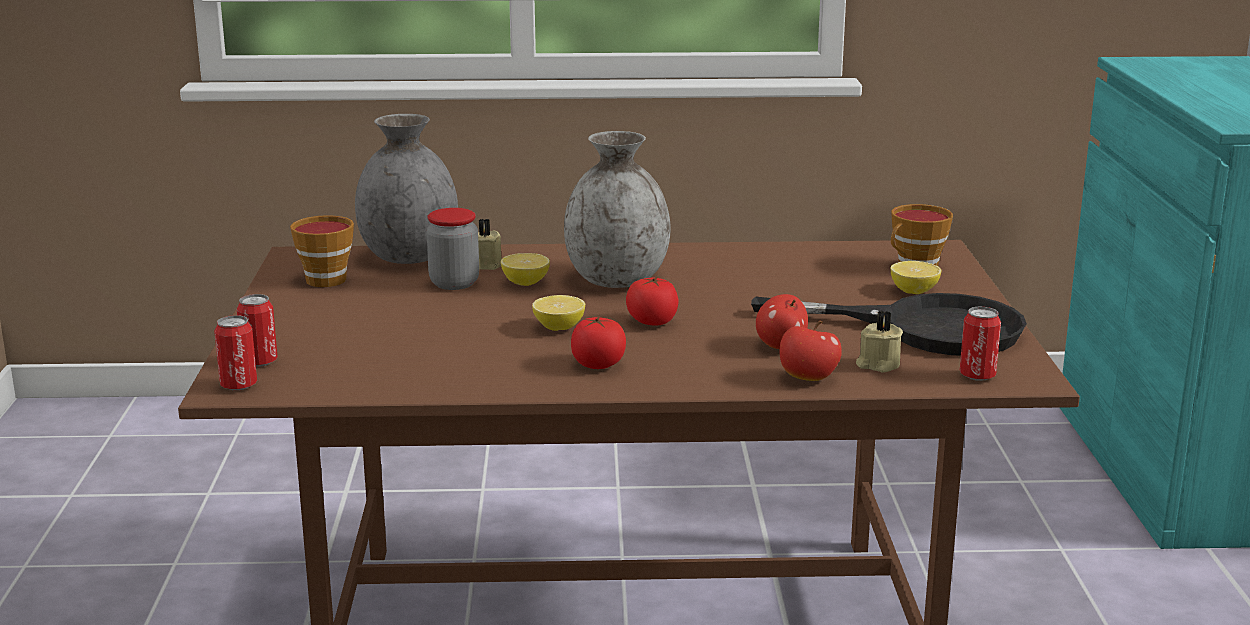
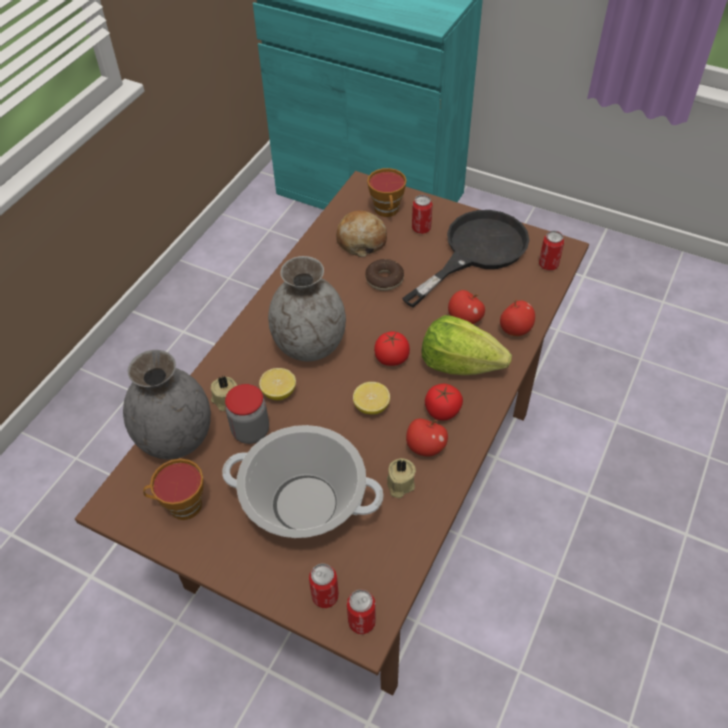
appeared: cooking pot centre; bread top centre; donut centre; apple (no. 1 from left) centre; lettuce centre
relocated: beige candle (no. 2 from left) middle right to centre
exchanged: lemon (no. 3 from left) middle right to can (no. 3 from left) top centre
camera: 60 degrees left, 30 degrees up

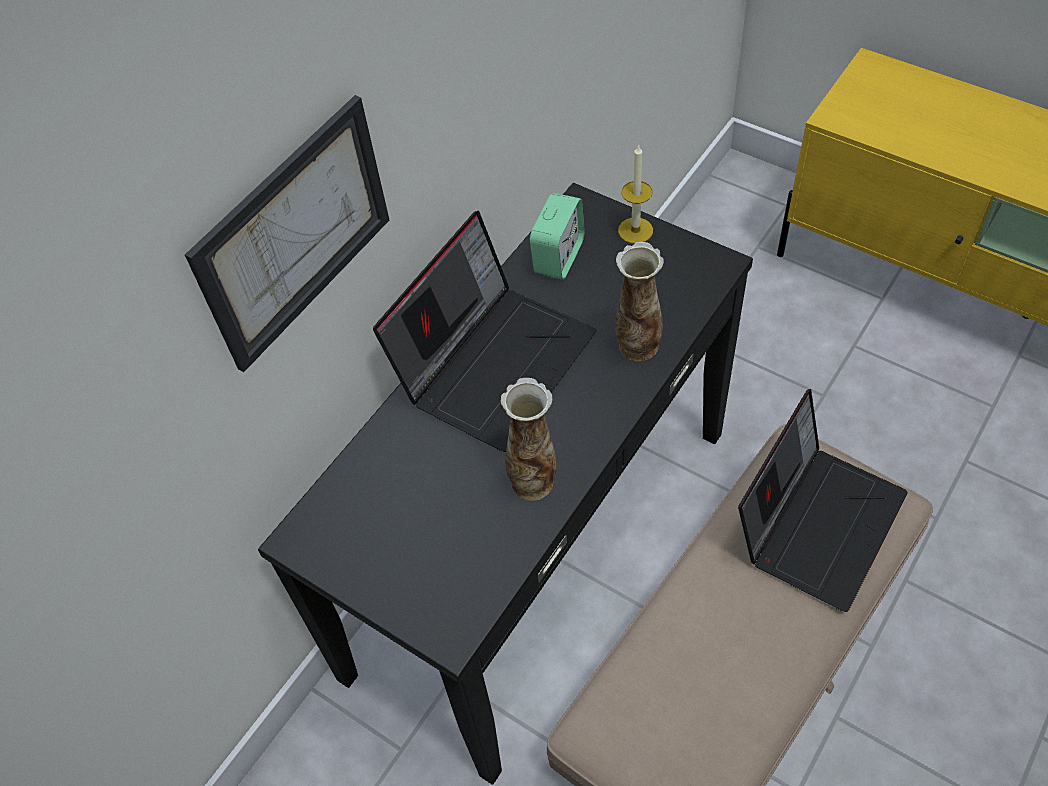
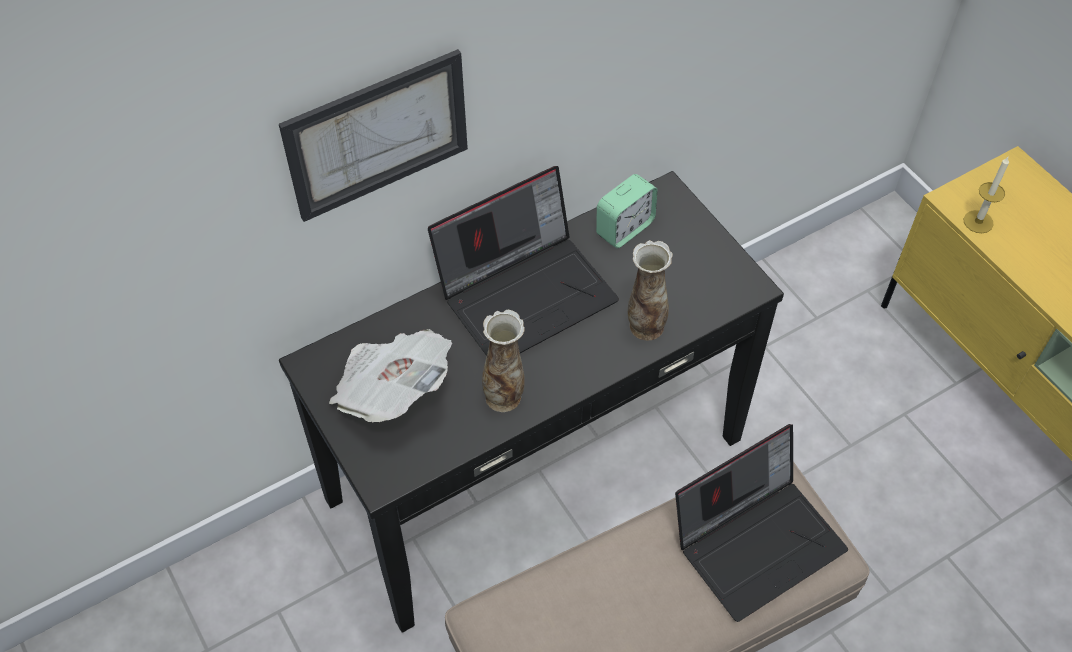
appeared: newspaper centre
relocated: candle top centre to top right
camera: 20 degrees right, 0 degrees up

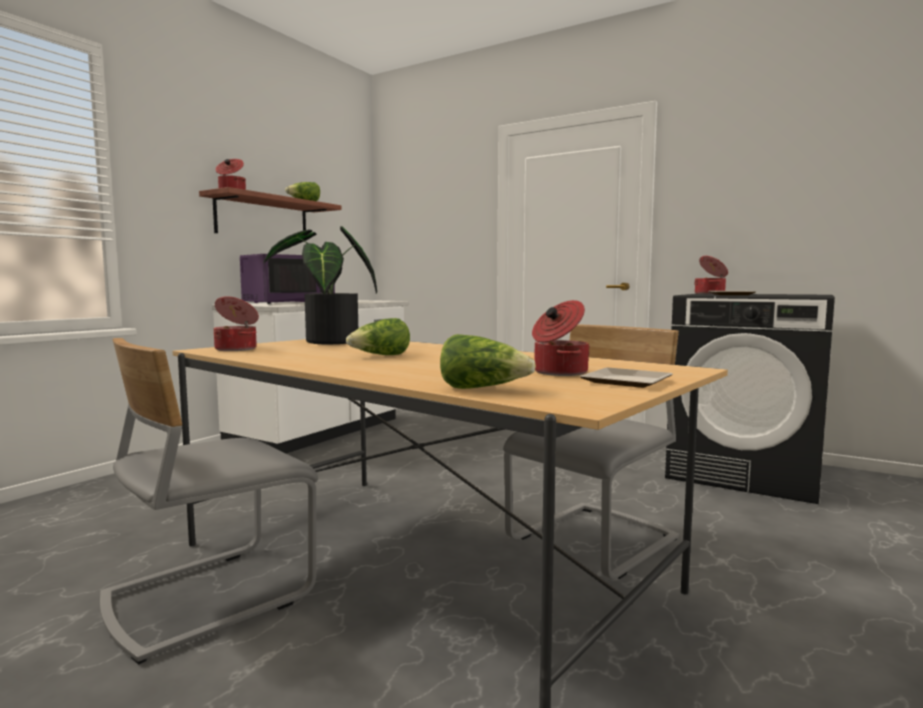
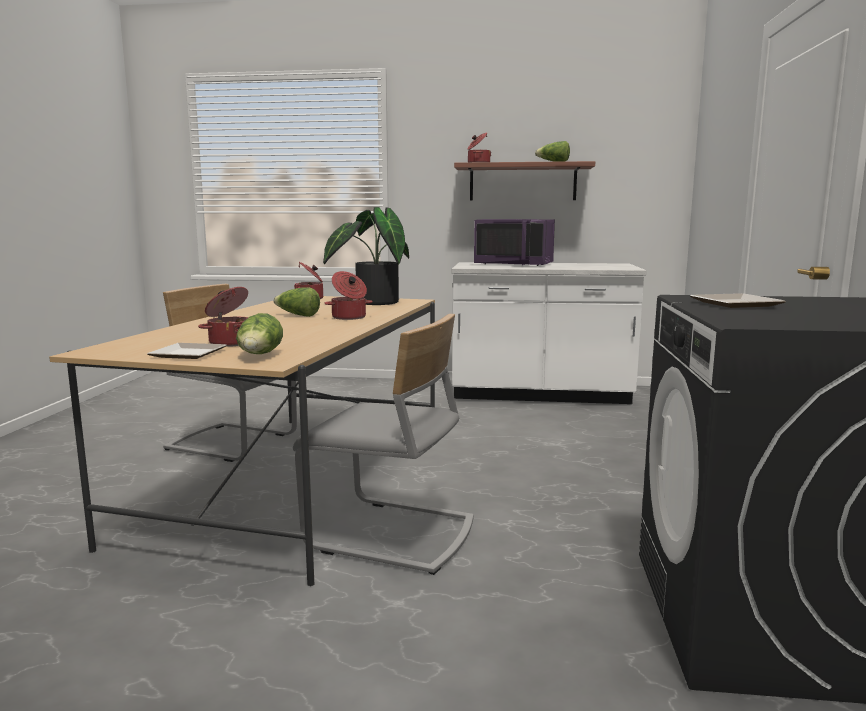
relocated: lettuce (no. 3 from left in the first image) centre to lettuce (no. 1 from left) middle left; cooking pot (no. 4 from left in the first image) middle right to cooking pot (no. 3 from left) centre
camera: 65 degrees right, 5 degrees up

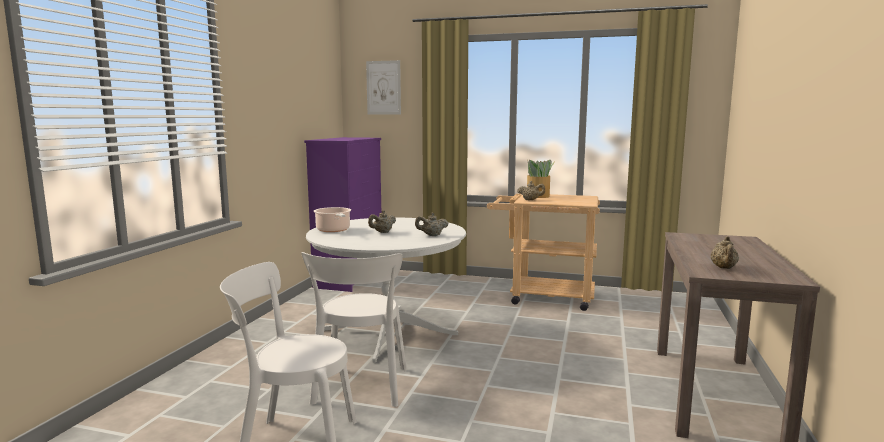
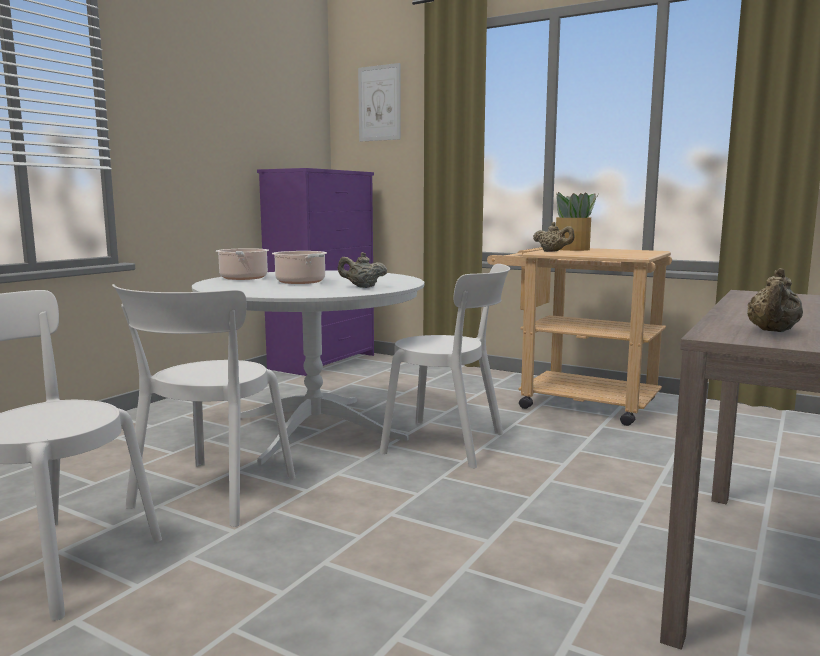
appeared: white chair (no. 3 from left) centre
exchanged: beige teapot (no. 1 from left) centre to cooking pot (no. 2 from left) centre
camera: 15 degrees right, 0 degrees up

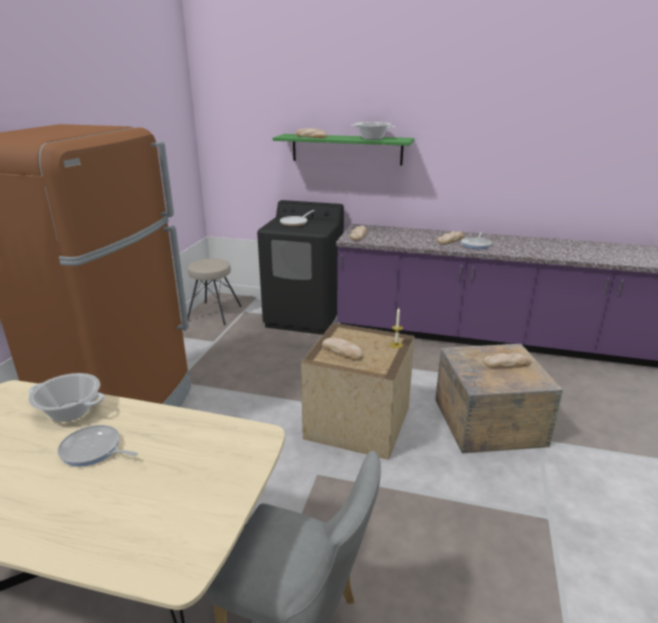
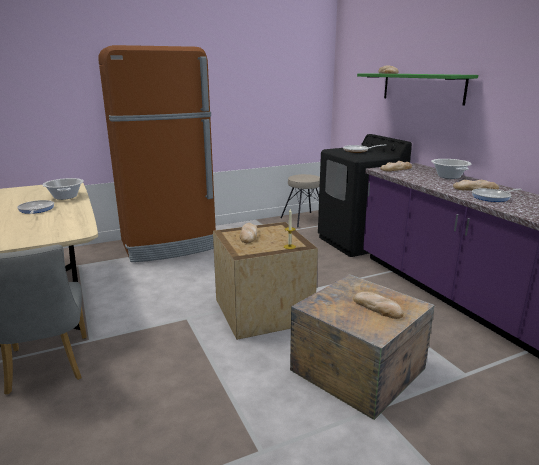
relocated: cooking pot (no. 2 from left) top centre to middle right
camera: 50 degrees right, 5 degrees down

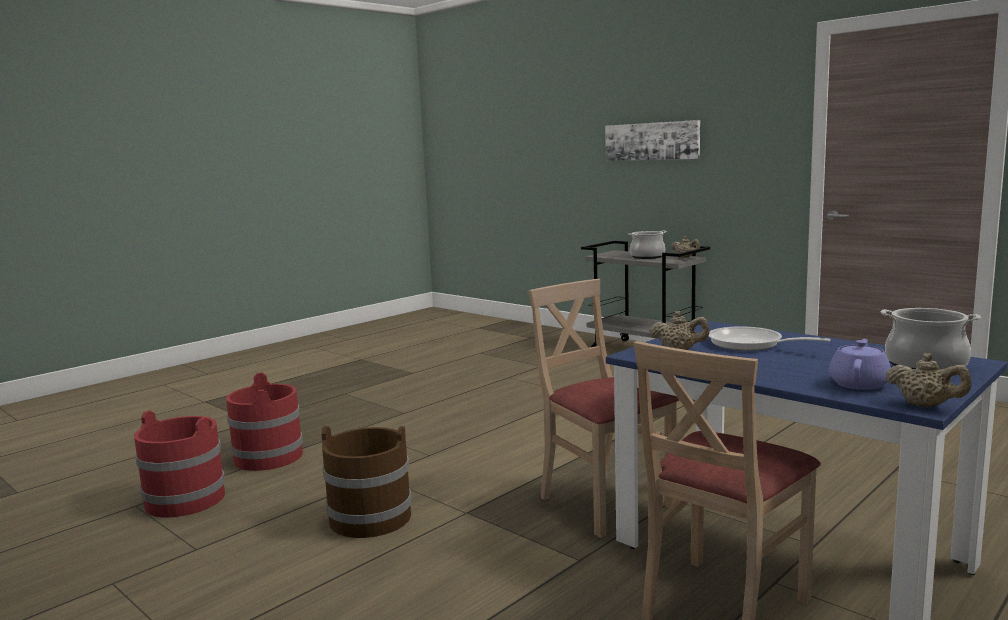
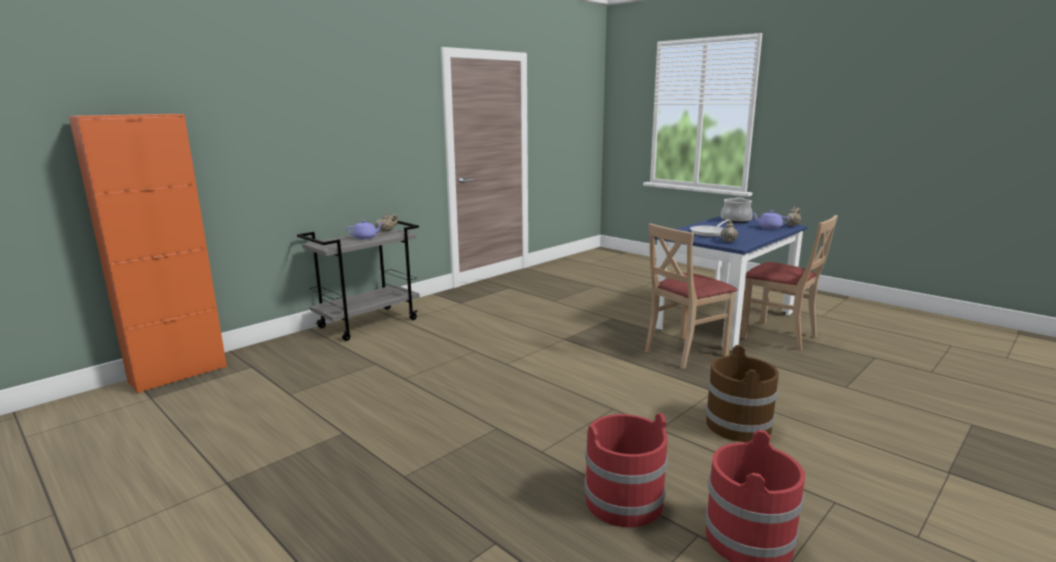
missing: picture top centre
appeared: orange cabinet middle left
exchanged: cooking pot (no. 1 from left) centre to purple teapot (no. 1 from left) centre
camera: 90 degrees left, 5 degrees up

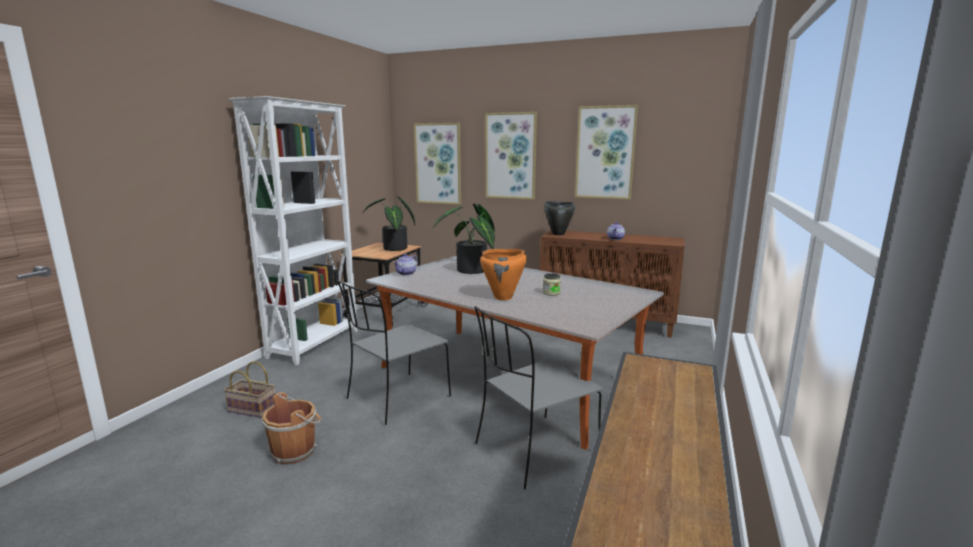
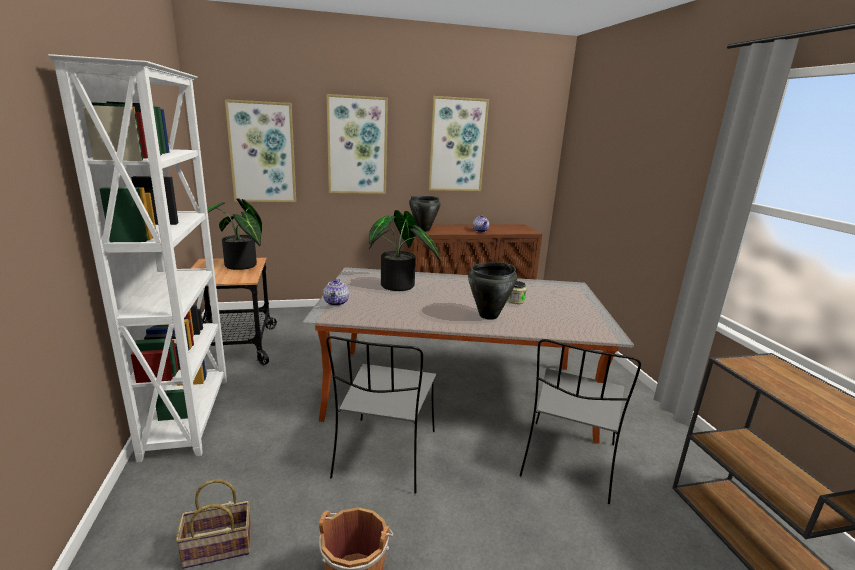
colour: orange cooking pot centre to black cooking pot (no. 2 from left) centre
camera: 35 degrees left, 5 degrees up

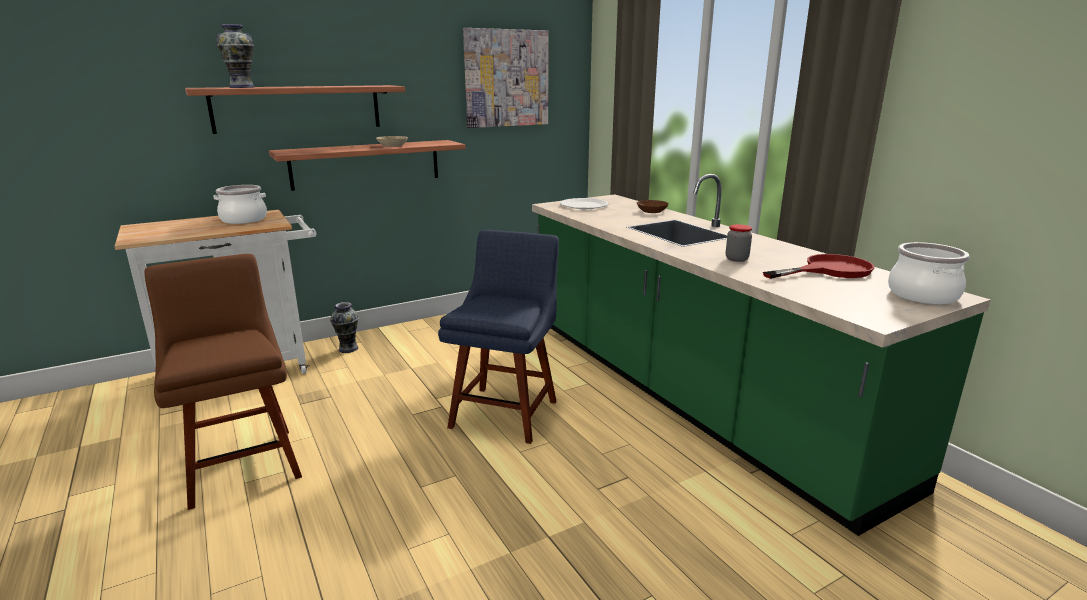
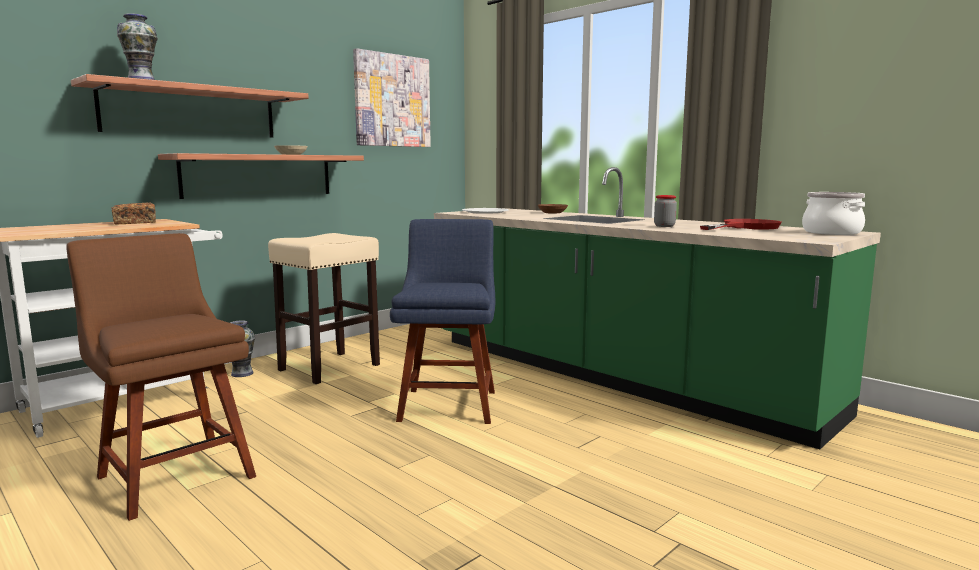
appeared: beige stool middle left
exchanged: cooking pot (no. 1 from left) middle left to bread middle left
camera: 15 degrees left, 10 degrees down

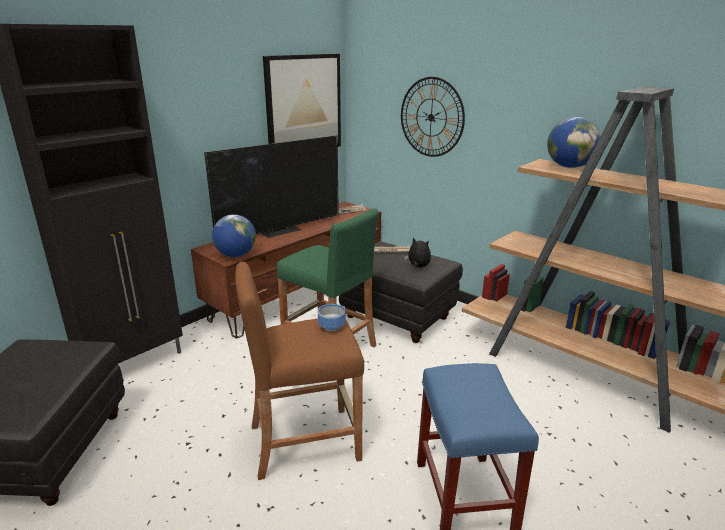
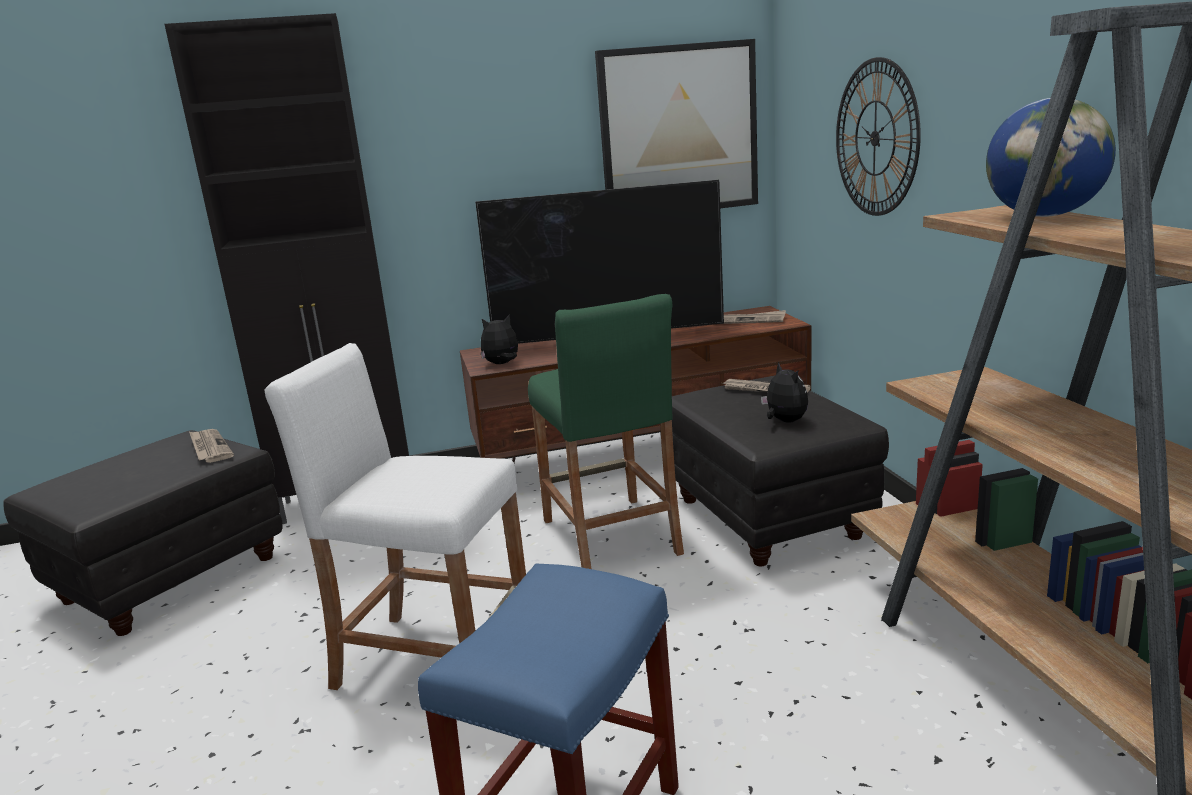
missing: bowl centre
appeared: newspaper (no. 1 from left) middle left
exchanged: globe (no. 1 from left) middle left to plush toy (no. 1 from left) centre
colour: brown stool bottom centre to white stool middle left
camera: 35 degrees right, 5 degrees down

